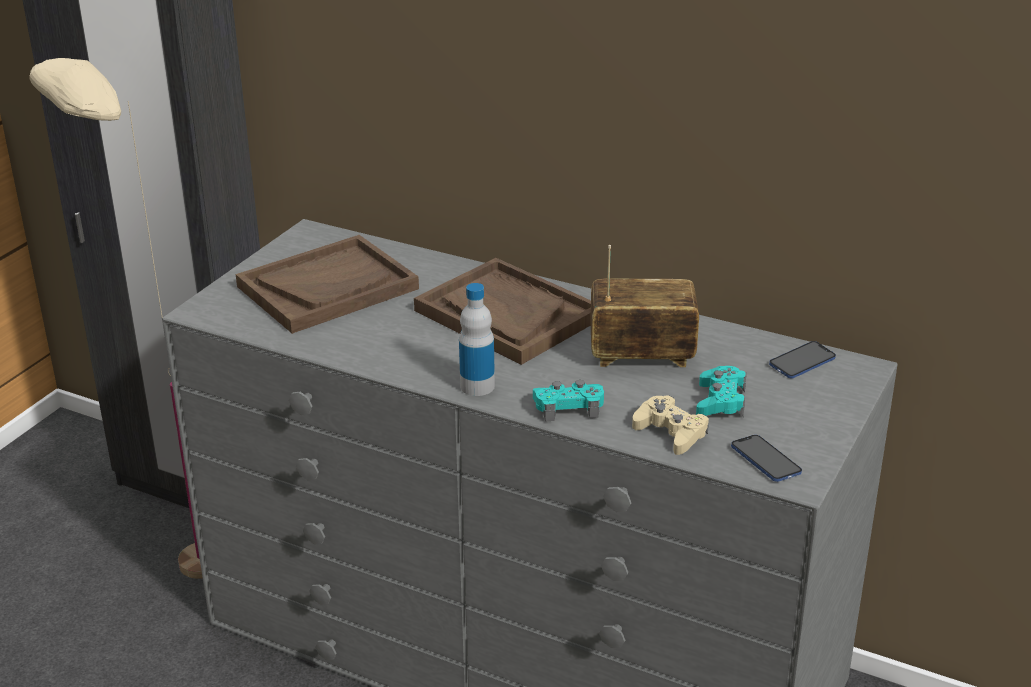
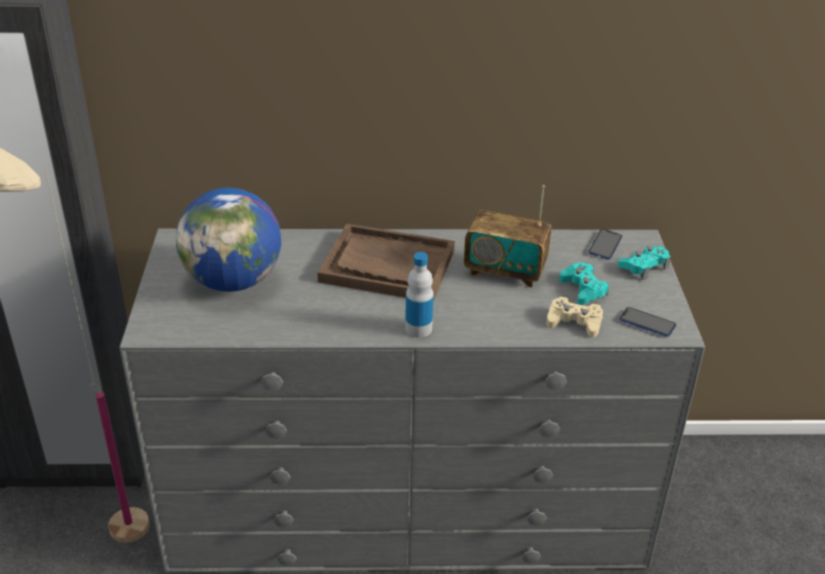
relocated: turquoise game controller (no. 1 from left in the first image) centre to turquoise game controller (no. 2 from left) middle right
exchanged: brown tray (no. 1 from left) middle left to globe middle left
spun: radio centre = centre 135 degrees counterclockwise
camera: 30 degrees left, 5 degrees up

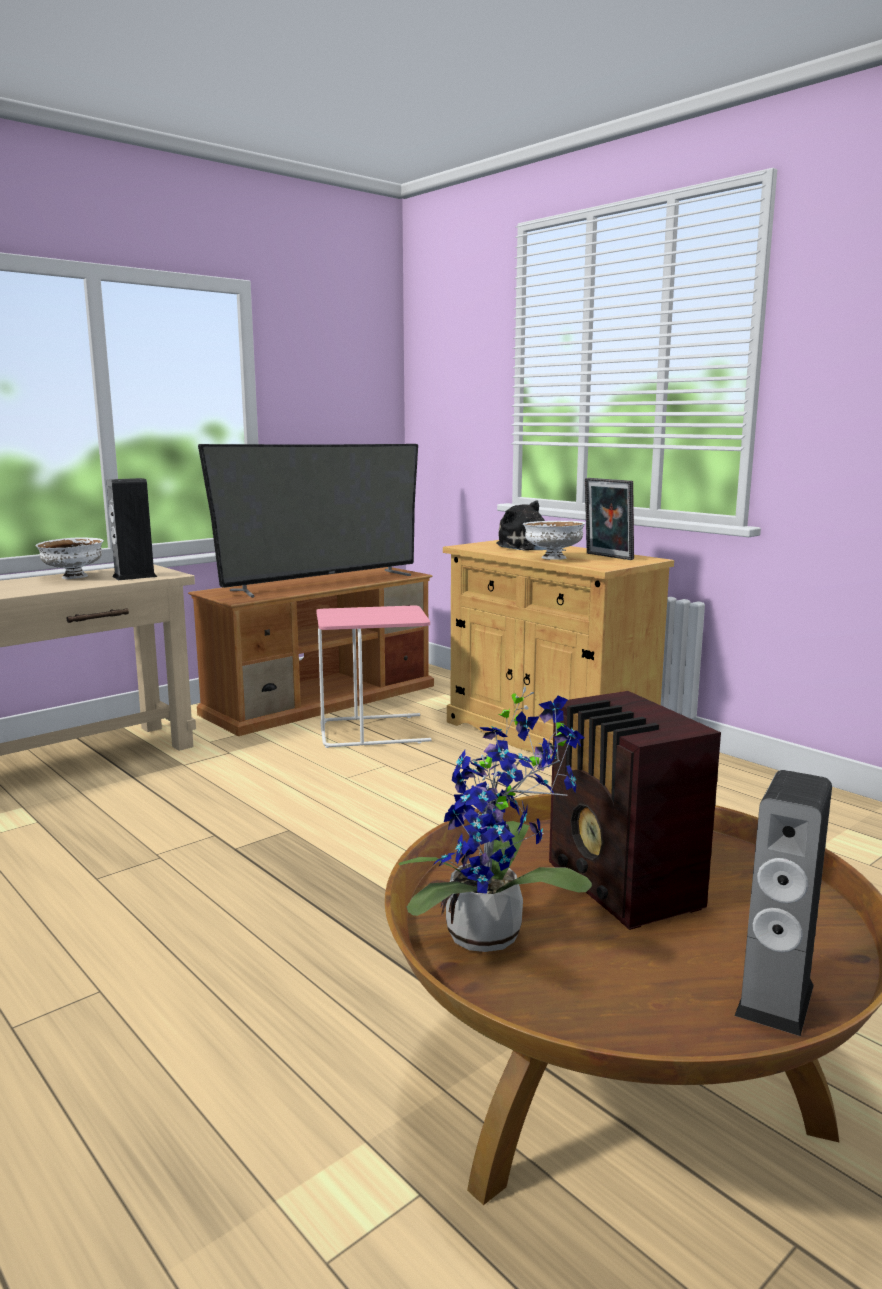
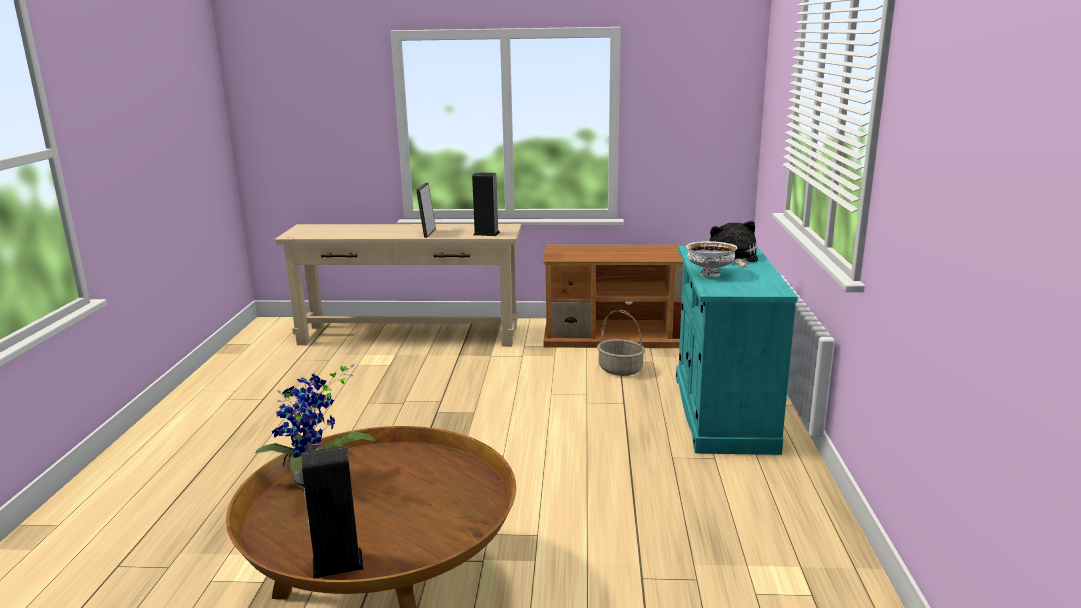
missing: white bowl (no. 1 from left) middle left; television centre; radio middle right
relocated: picture frame middle right to centre
exchanged: pink side table centre to basket centre
colour: beige cabinet centre to turquoise cabinet middle right
camera: 45 degrees right, 5 degrees up

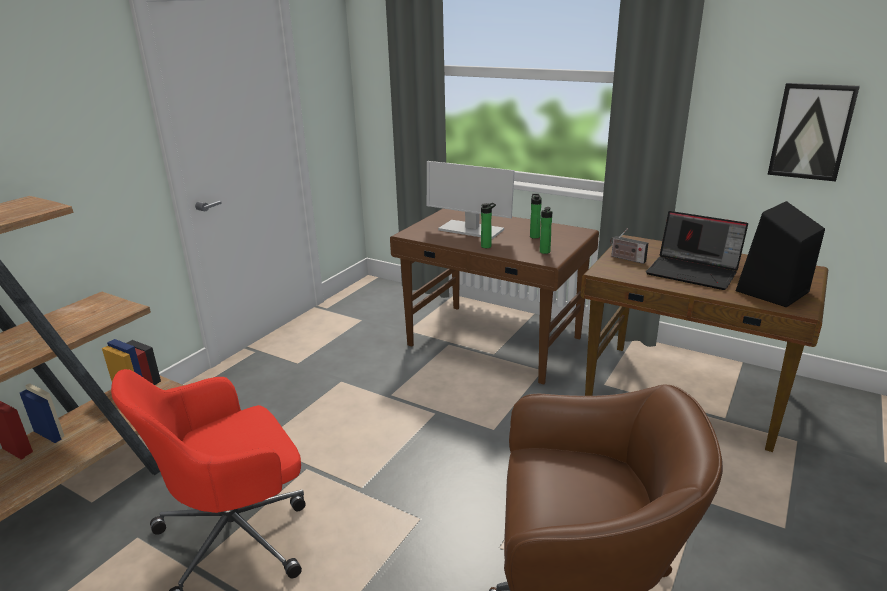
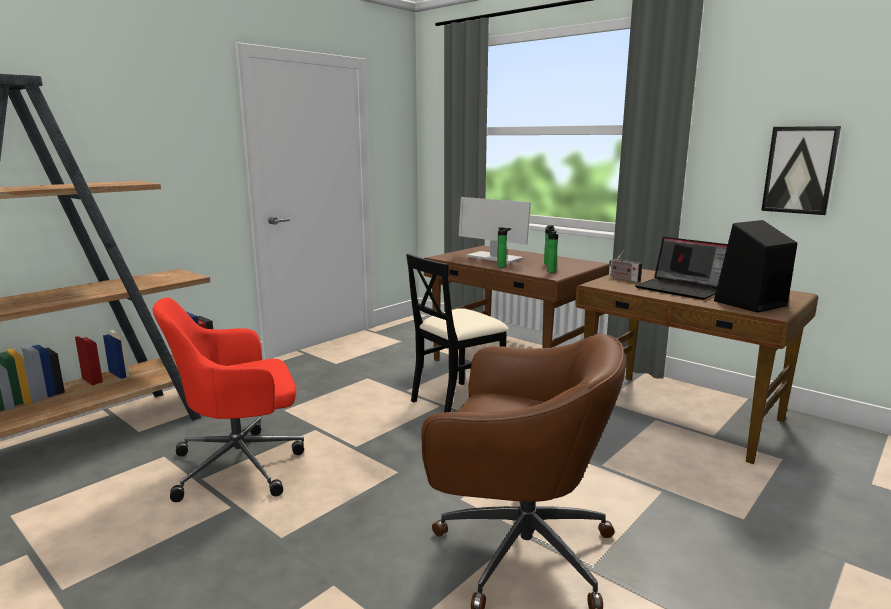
appeared: black chair centre
camera: 10 degrees right, 10 degrees down

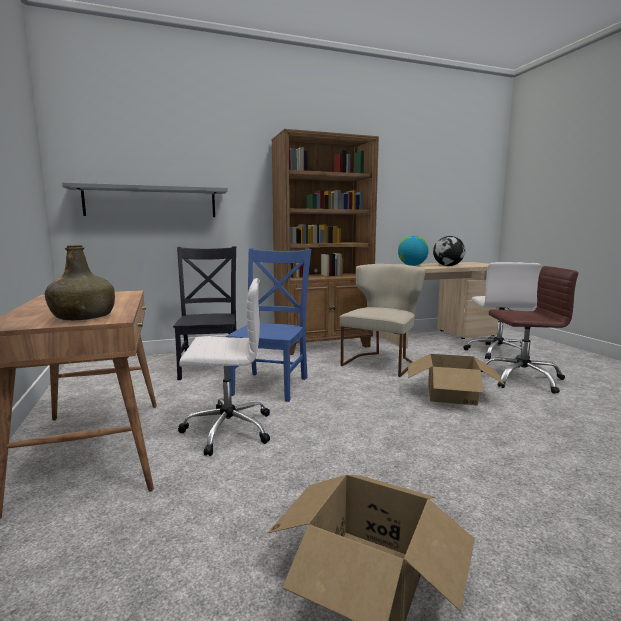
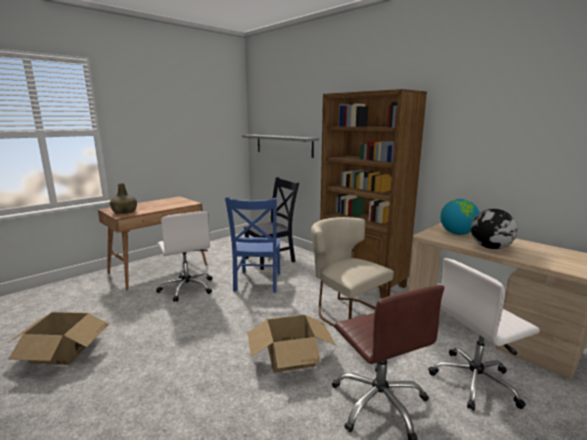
spun: blue chair centre = centre 105 degrees clockwise; beige chair centre = centre 135 degrees counterclockwise
camera: 65 degrees right, 5 degrees up

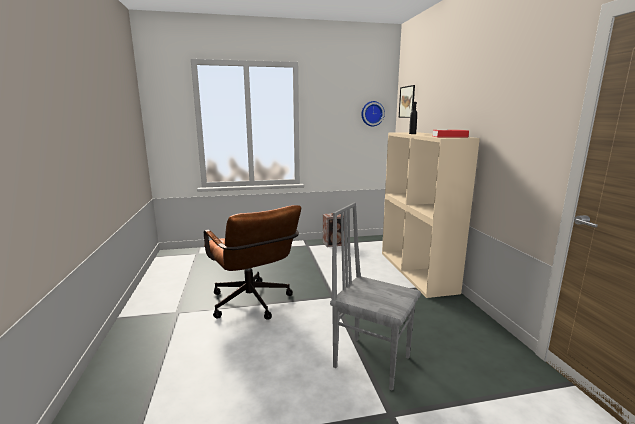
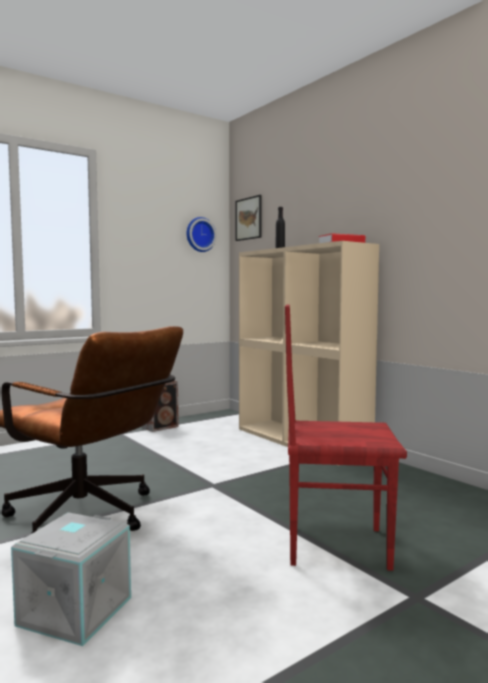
appeared: grey storage box bottom left
colour: grey chair bottom centre to red chair middle right
camera: 25 degrees left, 10 degrees down

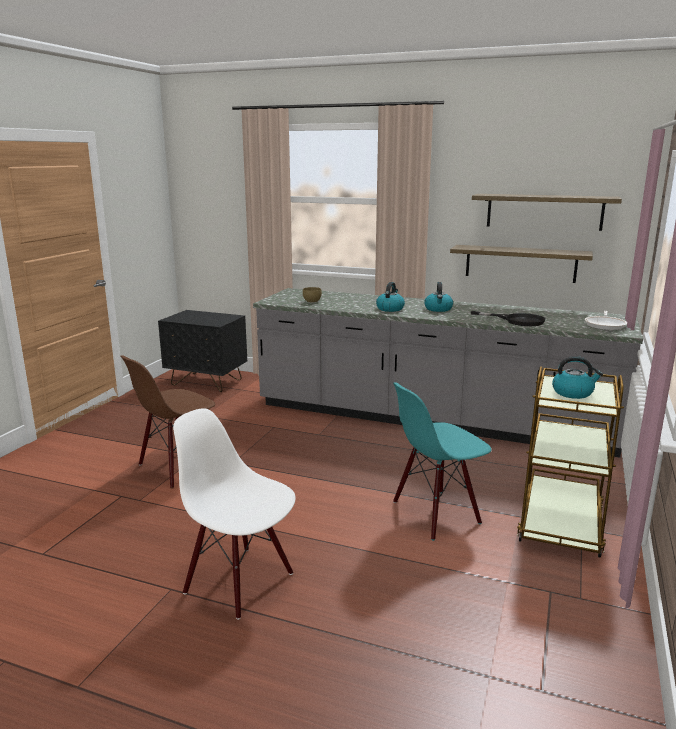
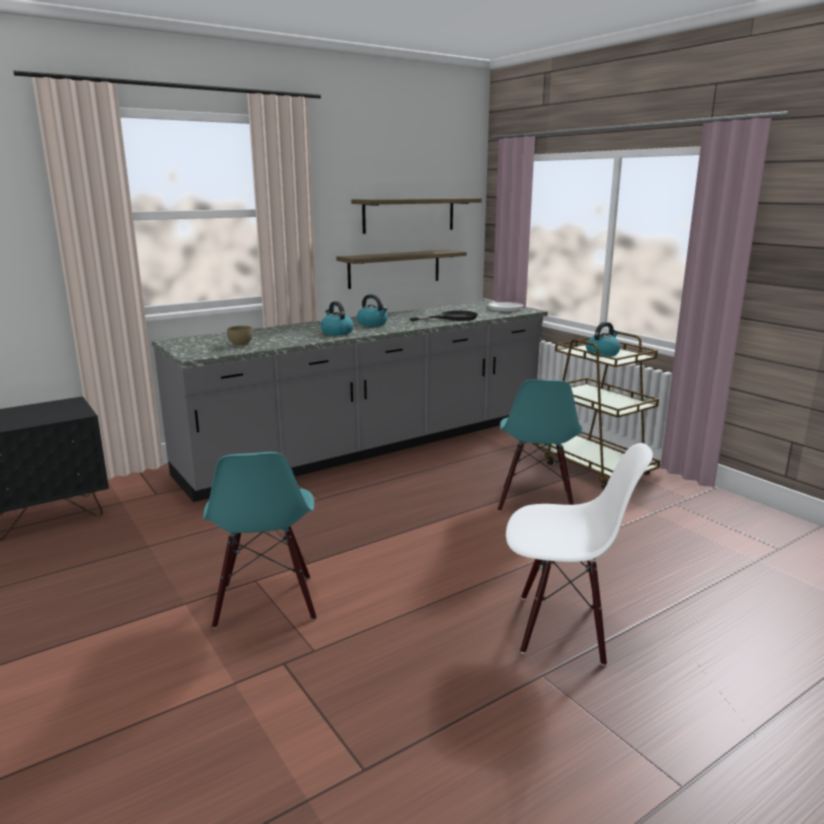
colour: brown chair middle left to turquoise chair (no. 1 from left) middle left
spun: white chair bottom centre = bottom right 150 degrees counterclockwise
camera: 55 degrees left, 0 degrees up

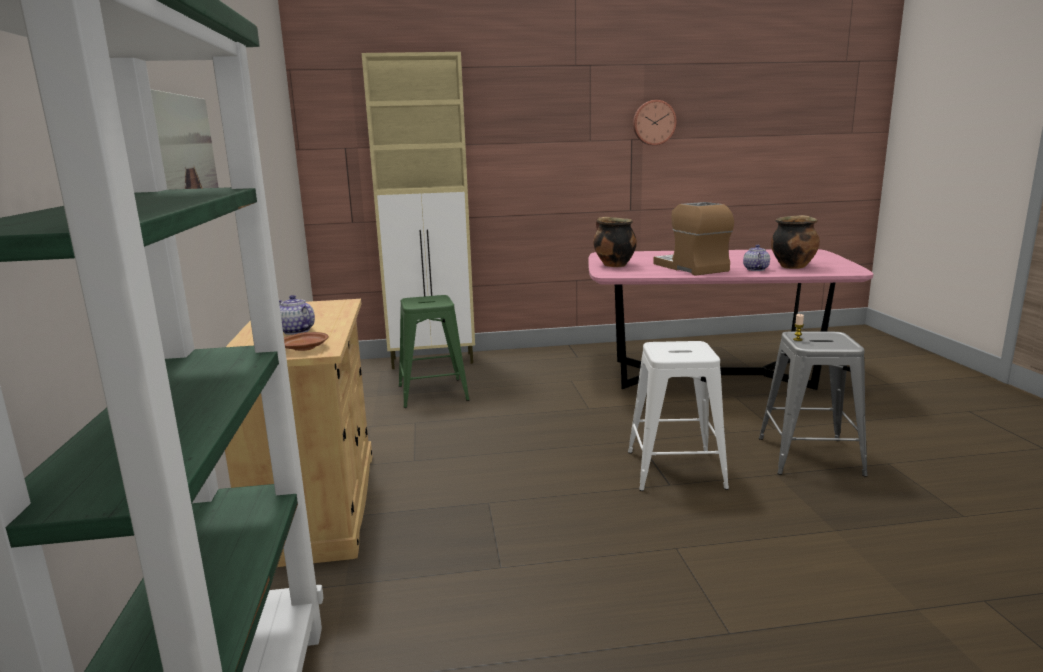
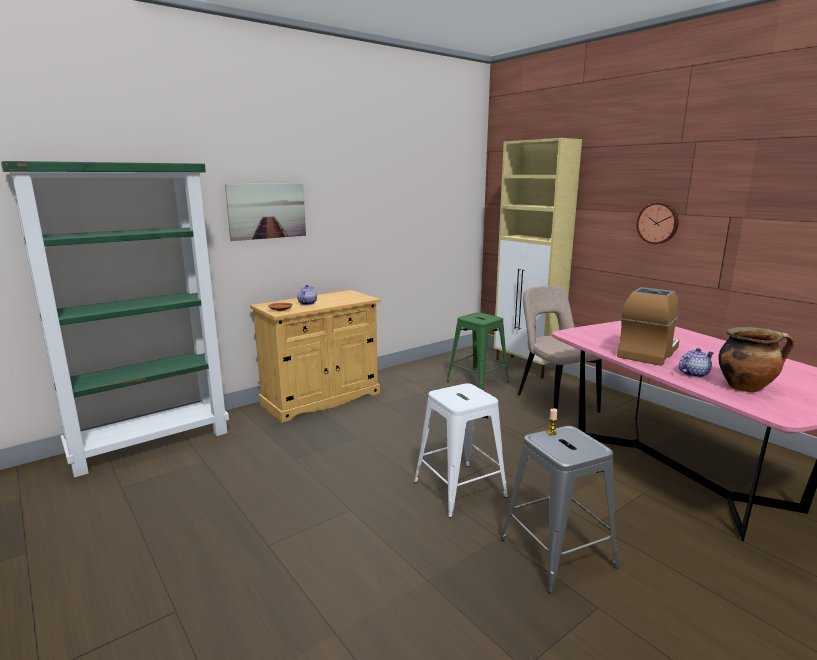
missing: cooking pot (no. 1 from left) centre
appeared: beige chair middle right
relocated: wall clock top centre to middle right
camera: 60 degrees right, 0 degrees up

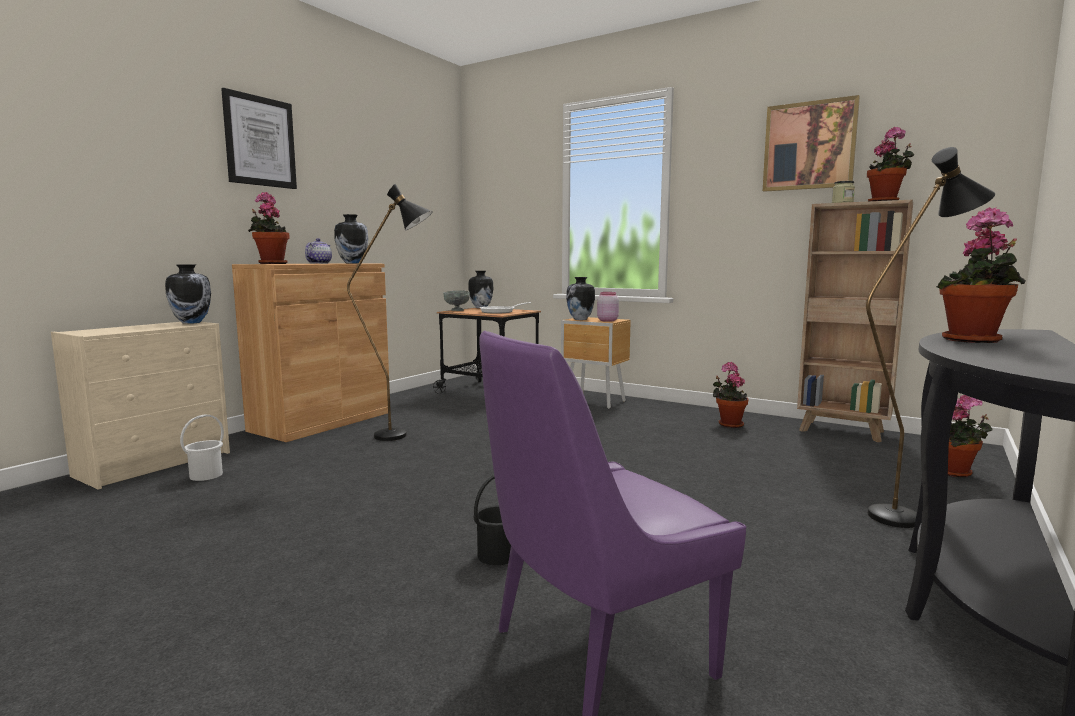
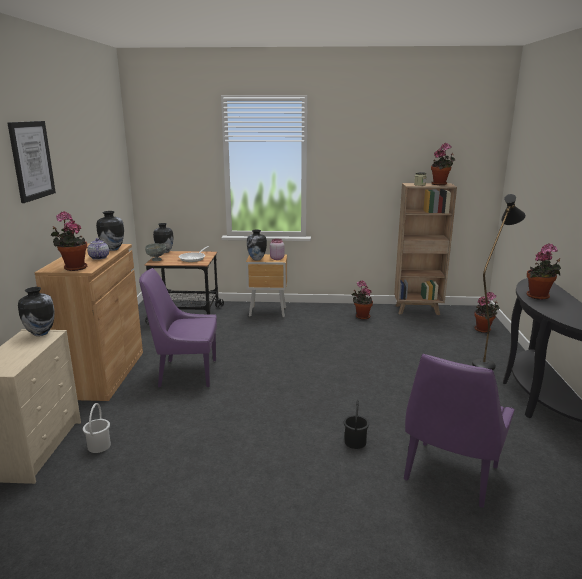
missing: picture (no. 2 from left) top right
exchanged: black floor lamp (no. 1 from left) centre to purple chair (no. 1 from left) middle left
camera: 30 degrees left, 10 degrees up

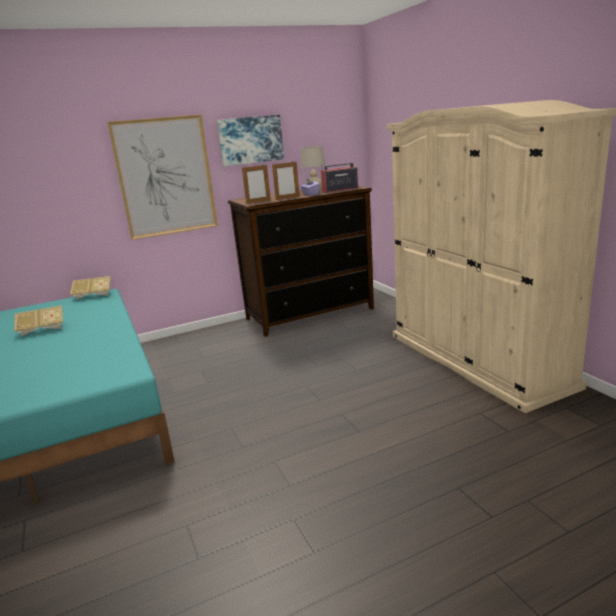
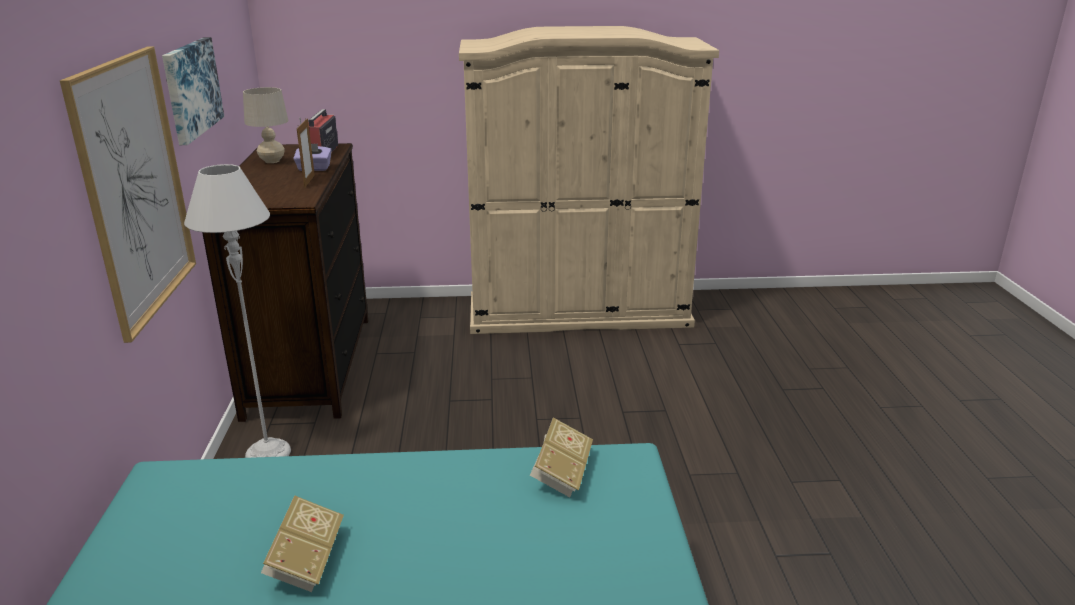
missing: picture frame (no. 1 from left) top centre
appeared: grey floor lamp middle left
relocated: book (no. 2 from left) middle left to bottom centre
camera: 70 degrees left, 5 degrees up

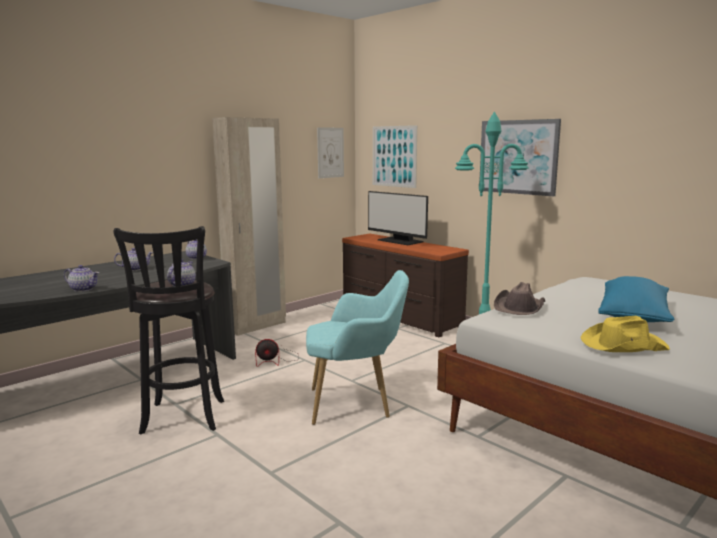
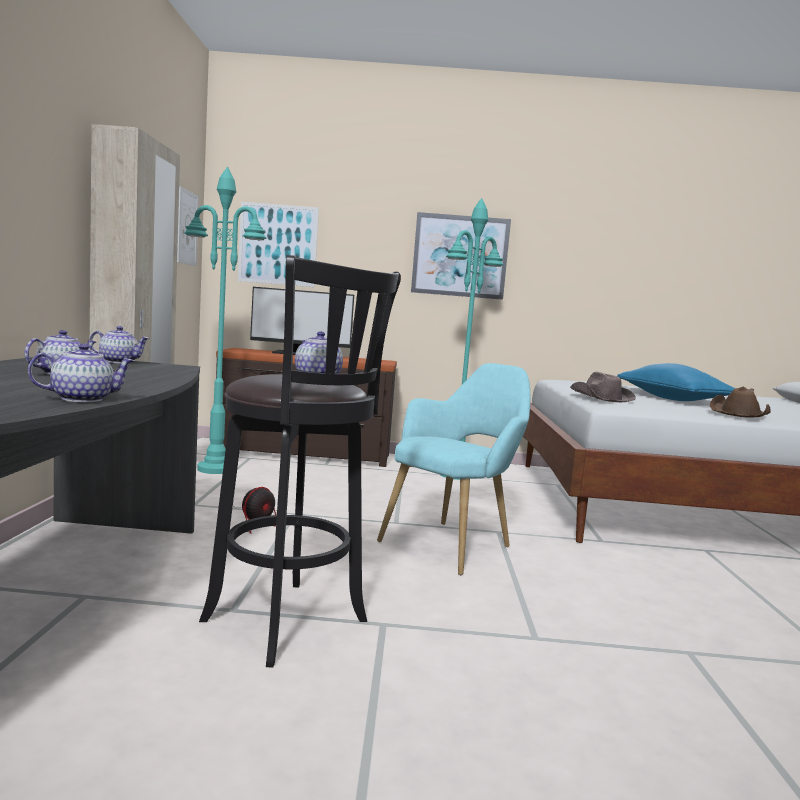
appeared: turquoise floor lamp (no. 1 from left) middle left
colour: yellow hat middle right to brown hat (no. 2 from left) middle right
camera: 45 degrees left, 5 degrees down

